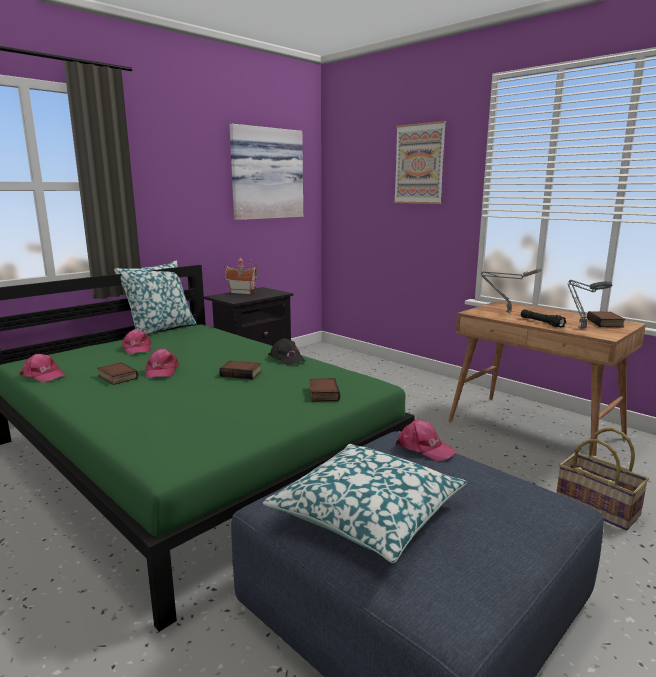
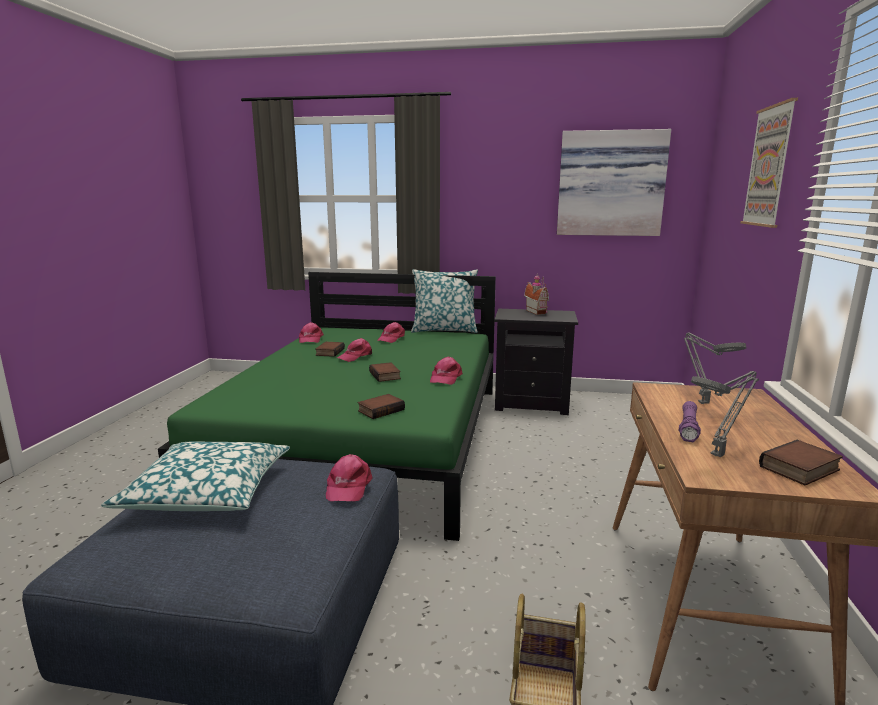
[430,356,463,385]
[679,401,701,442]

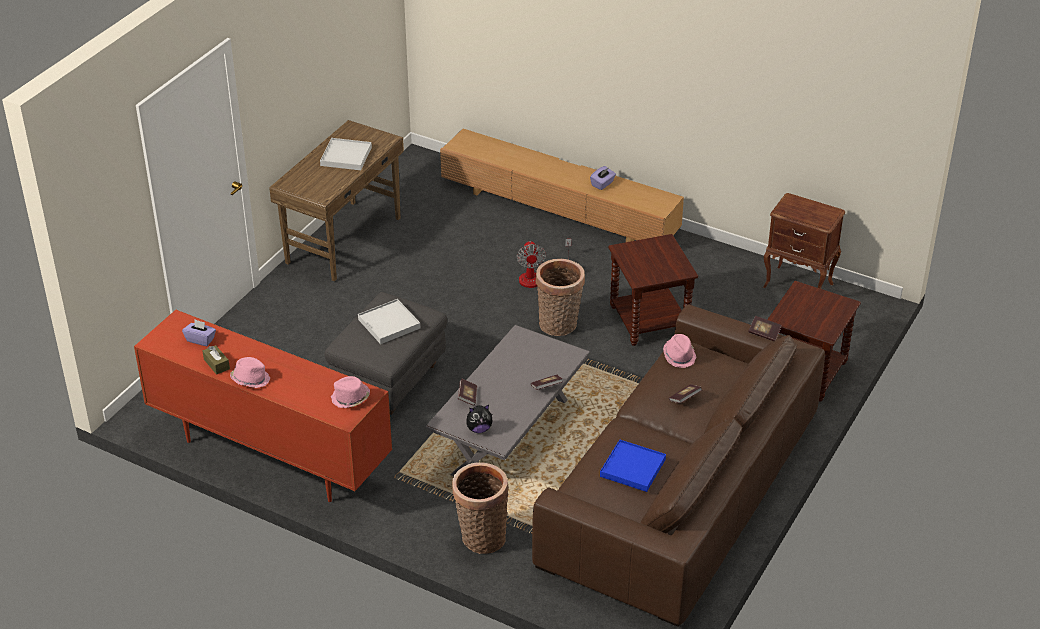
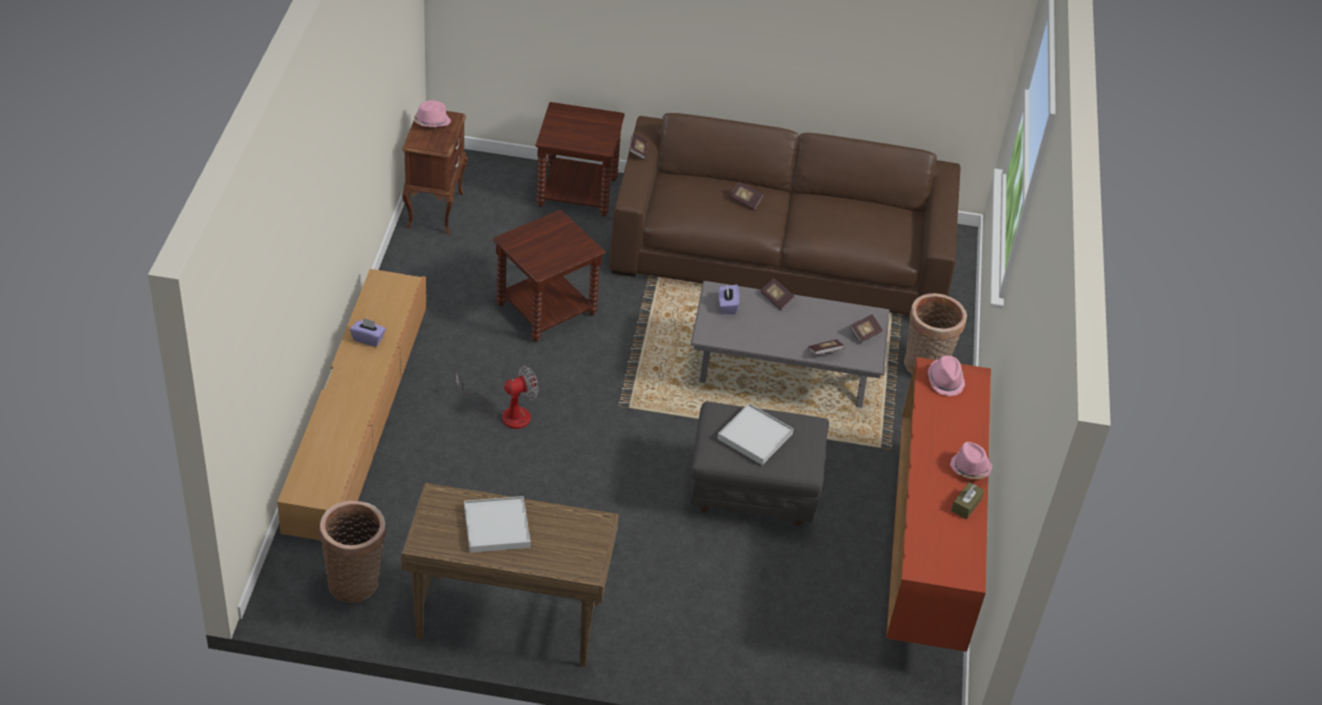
[719,285,739,314]
[850,314,882,343]
[319,501,386,603]
[600,440,666,492] (first image)
[414,100,451,128]

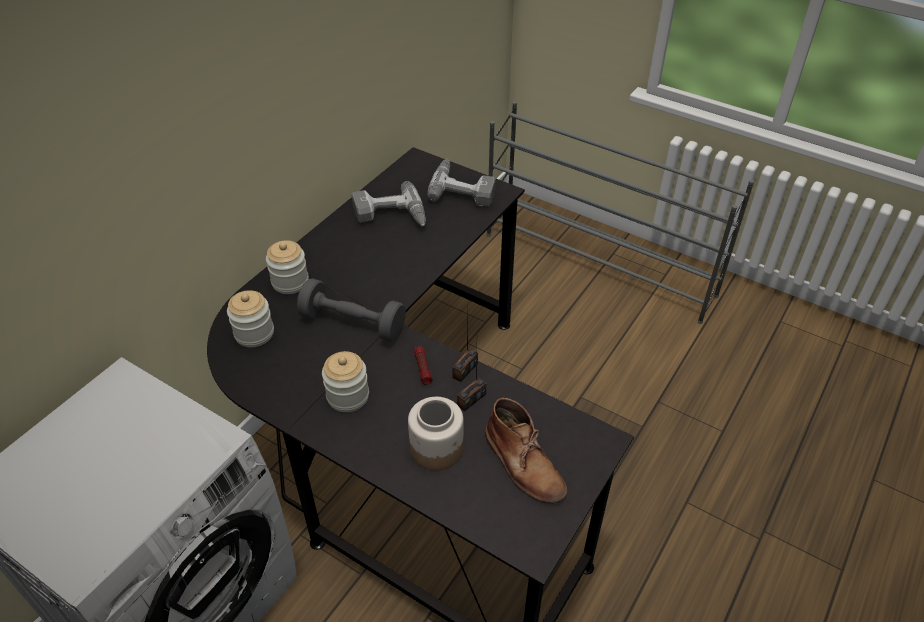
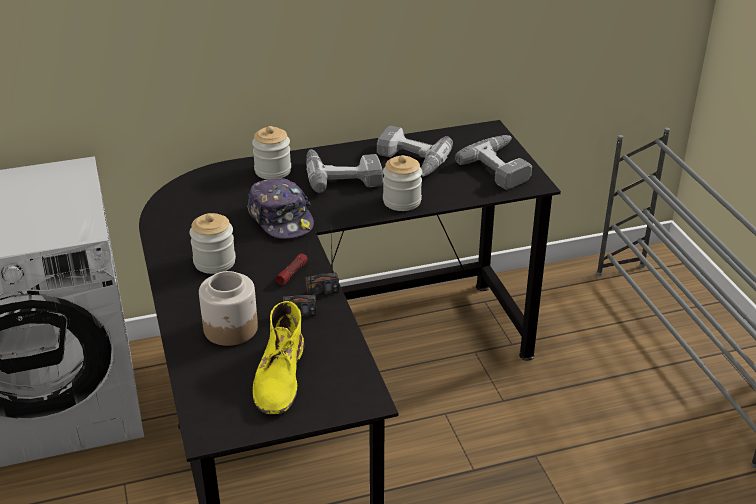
[383,155,422,211]
[247,178,314,239]
[253,301,305,415]
[306,149,383,193]

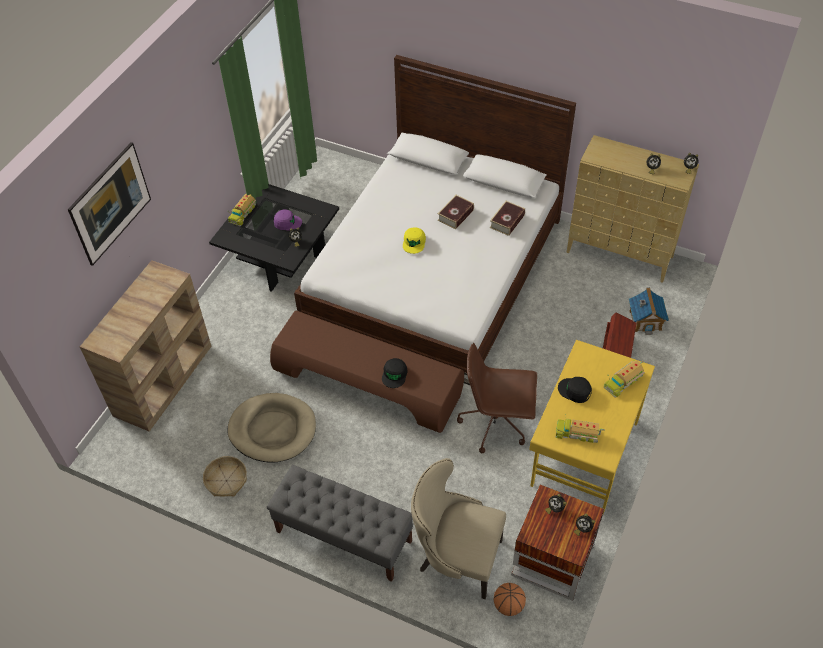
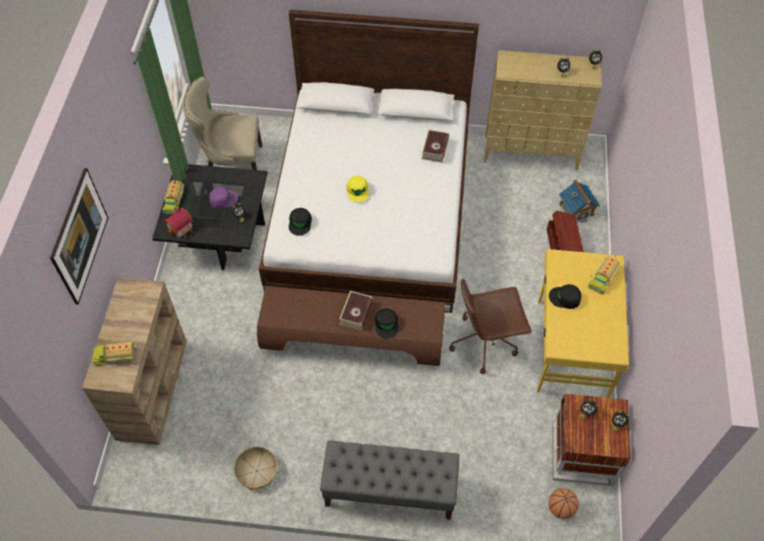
[227,393,316,463] (first image)
[183,77,262,170]
[339,291,373,331]
[93,342,138,366]
[163,207,194,238]
[289,208,312,236]

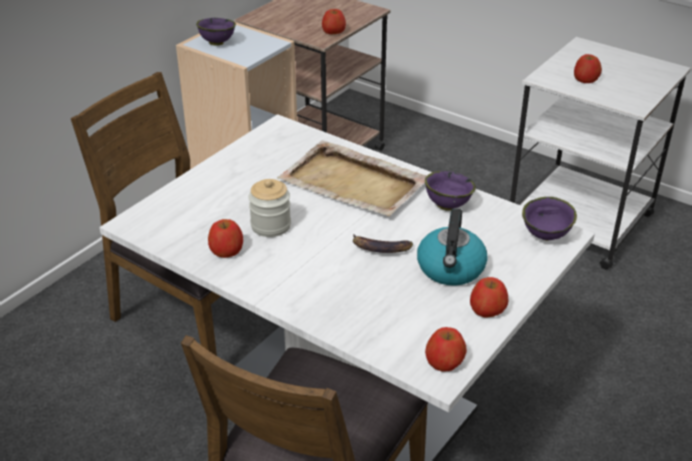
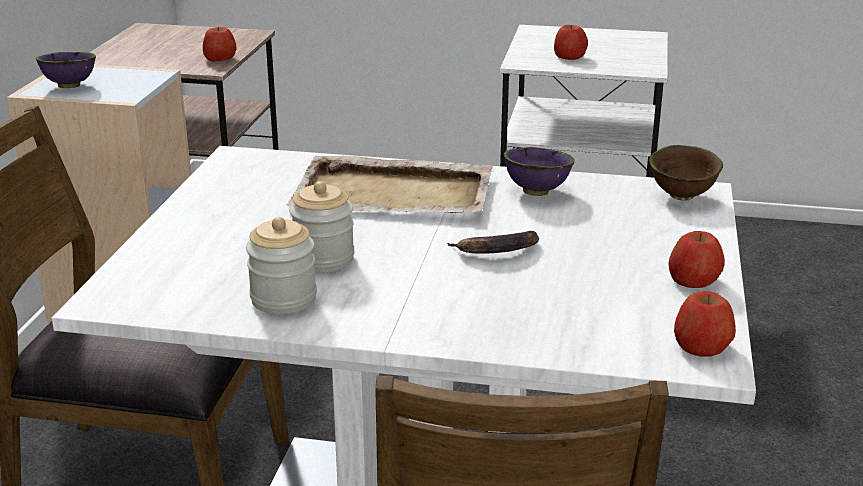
[246,217,317,314]
[417,208,488,286] (first image)
[649,145,723,201]

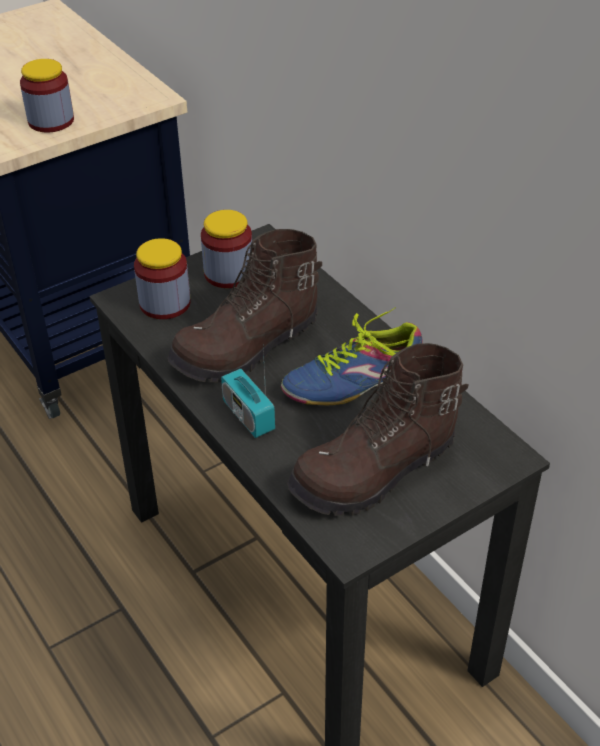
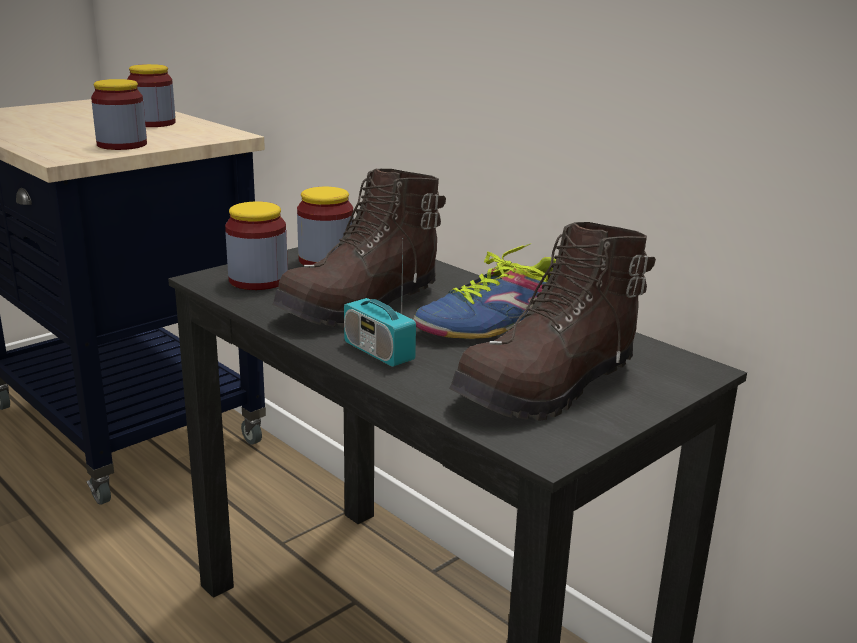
[127,64,176,127]

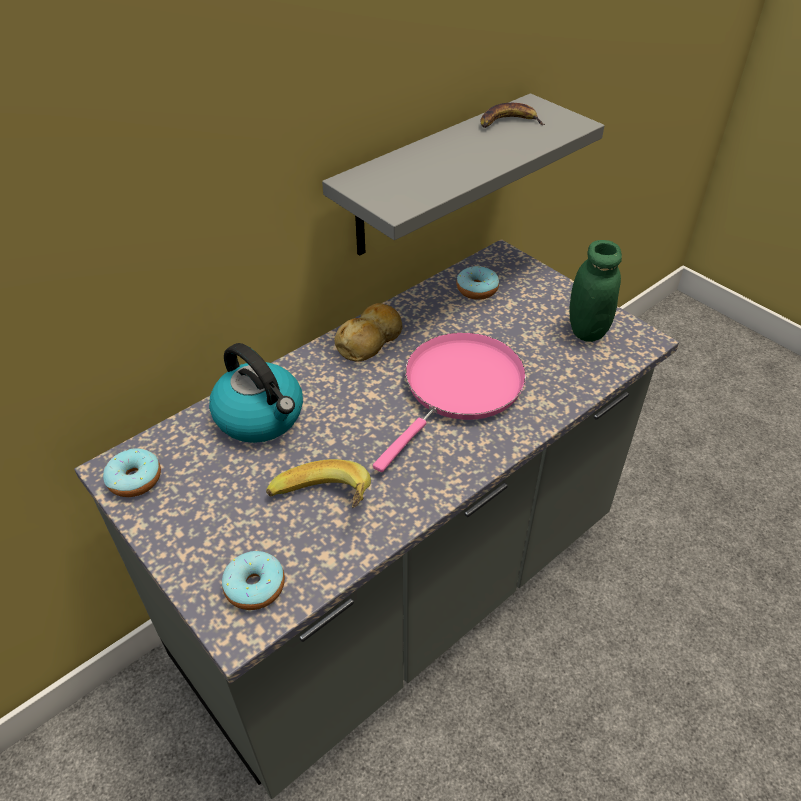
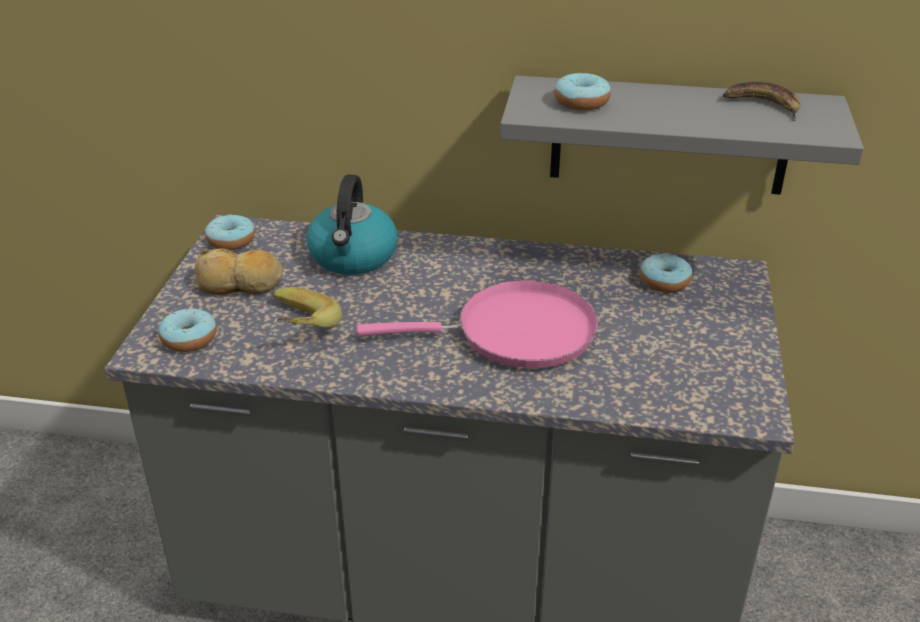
[195,248,283,295]
[569,240,622,342] (first image)
[554,73,611,111]

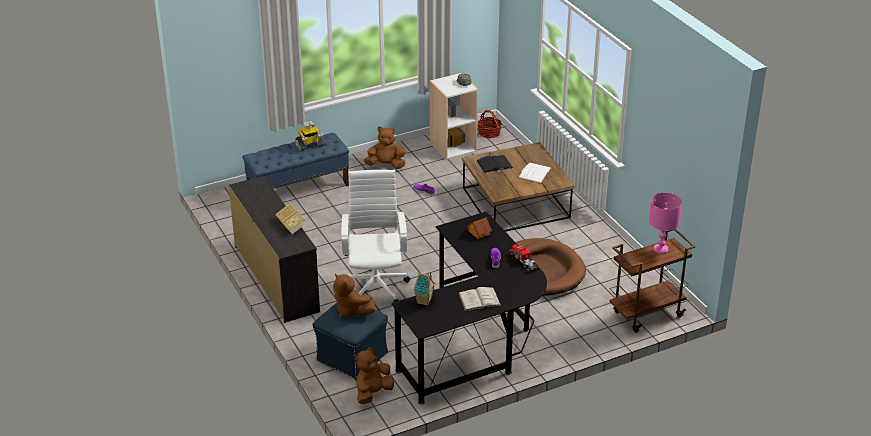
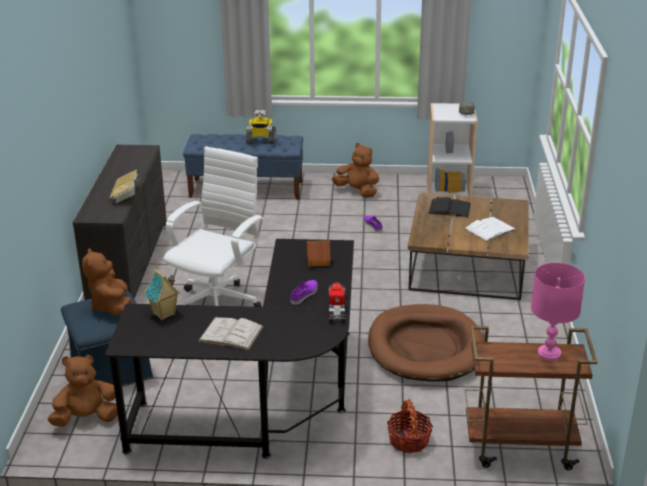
[387,399,433,453]

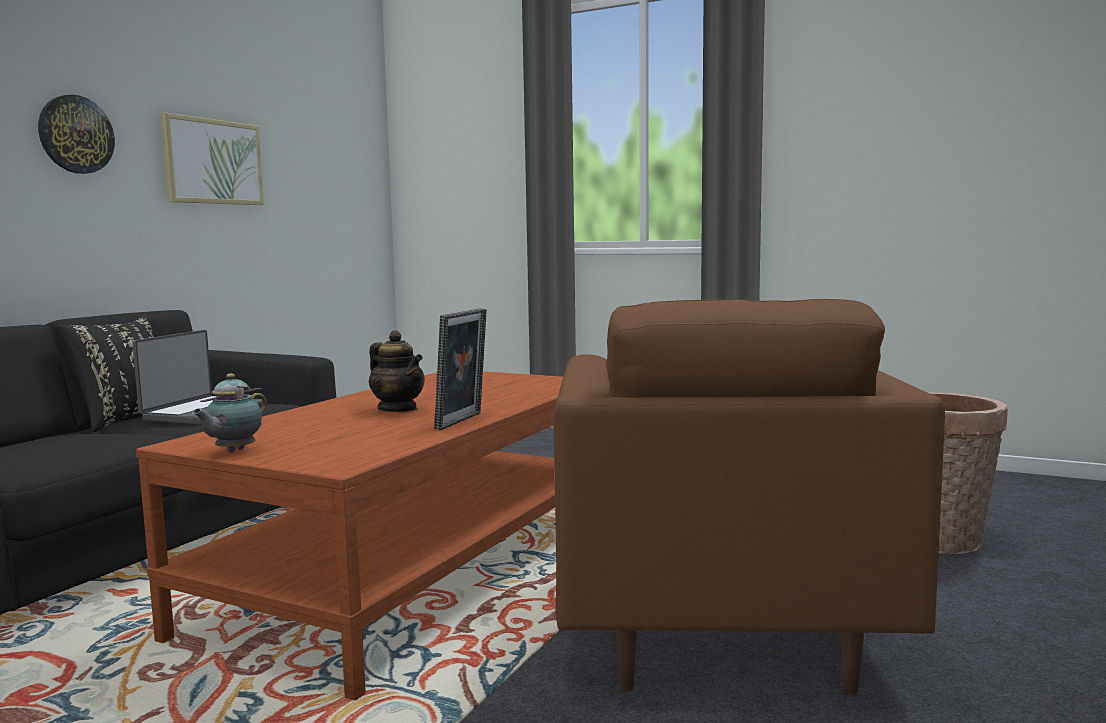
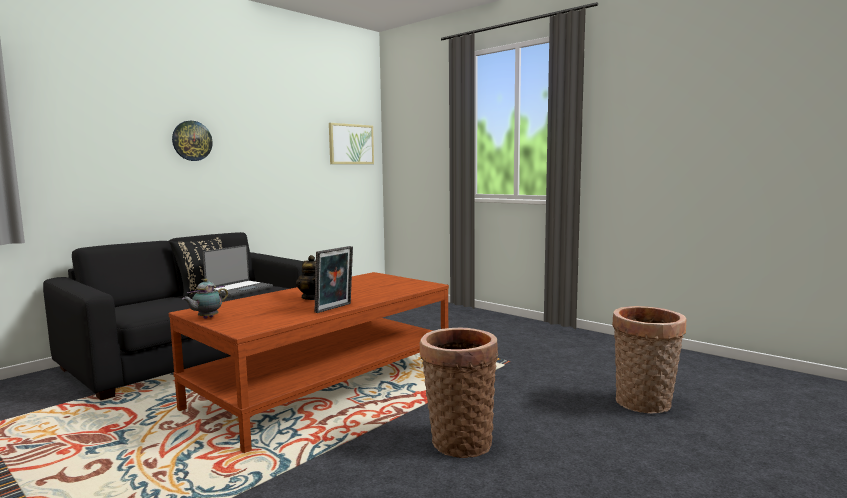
[329,123,374,164]
[420,328,498,458]

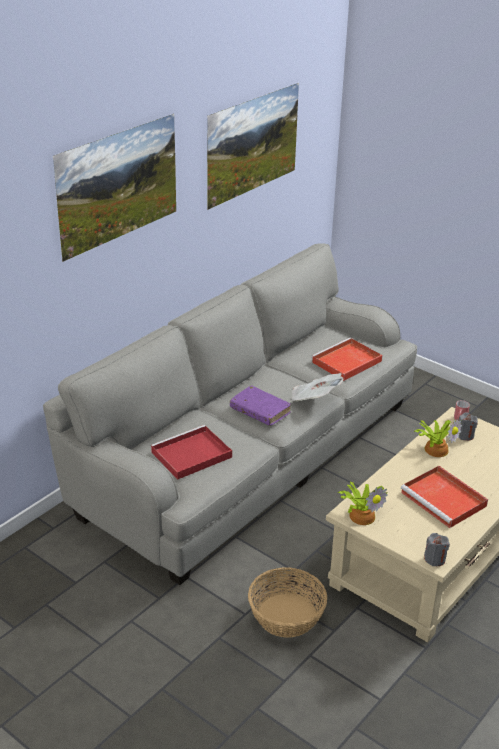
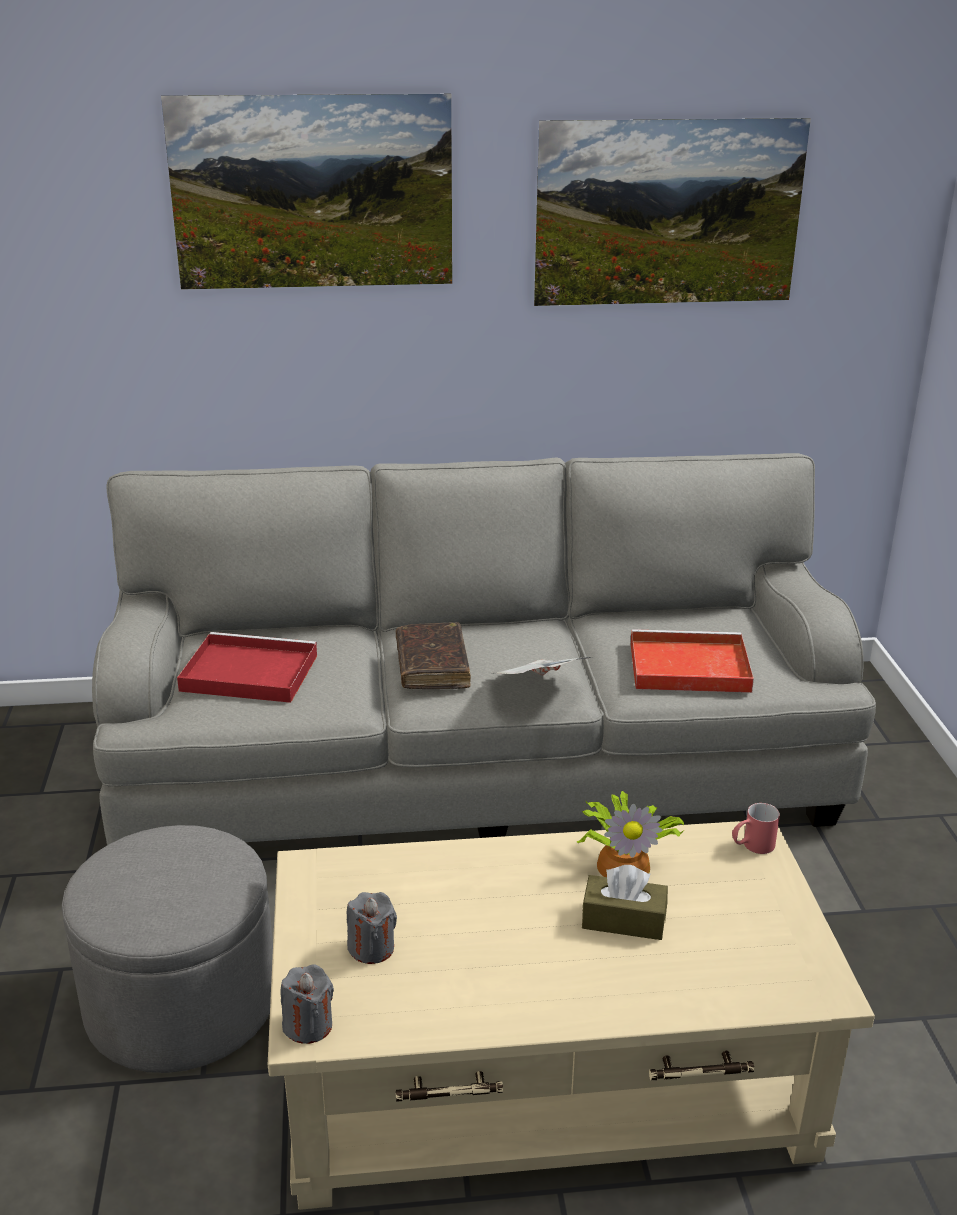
[396,622,471,689]
[62,825,273,1073]
[338,482,388,525] (first image)
[401,466,488,528] (first image)
[347,892,397,964]
[582,865,668,940]

